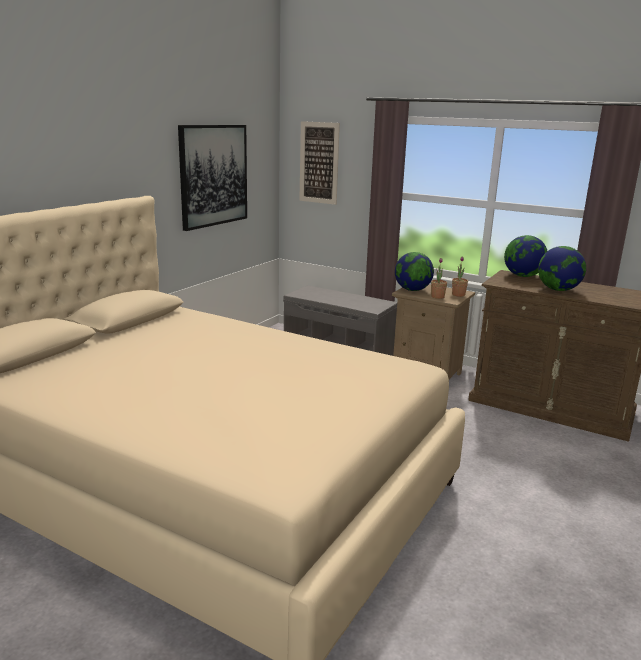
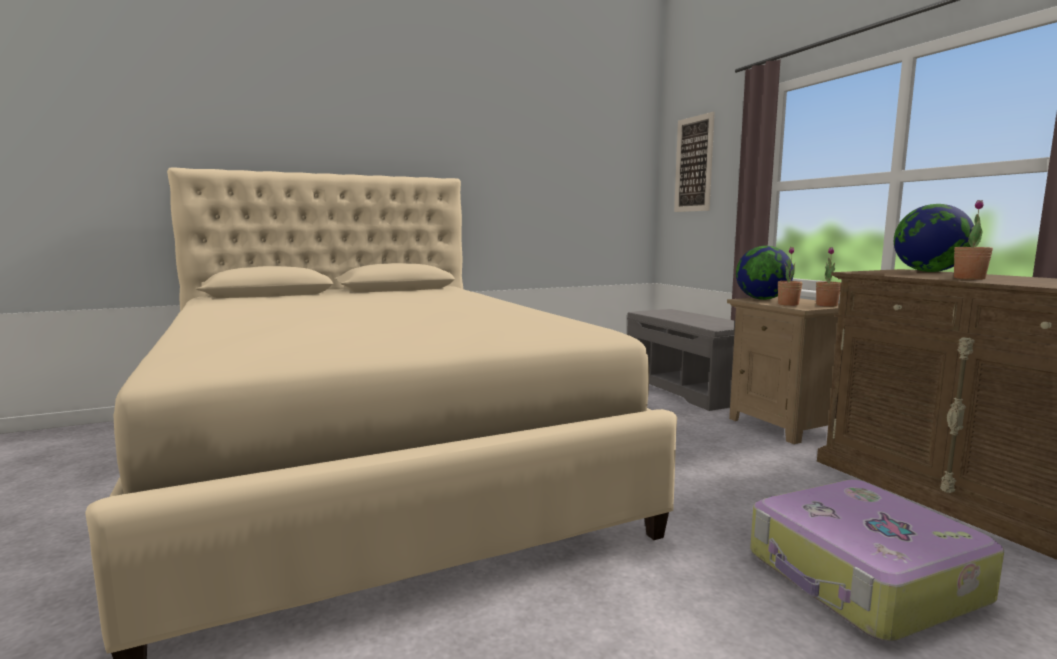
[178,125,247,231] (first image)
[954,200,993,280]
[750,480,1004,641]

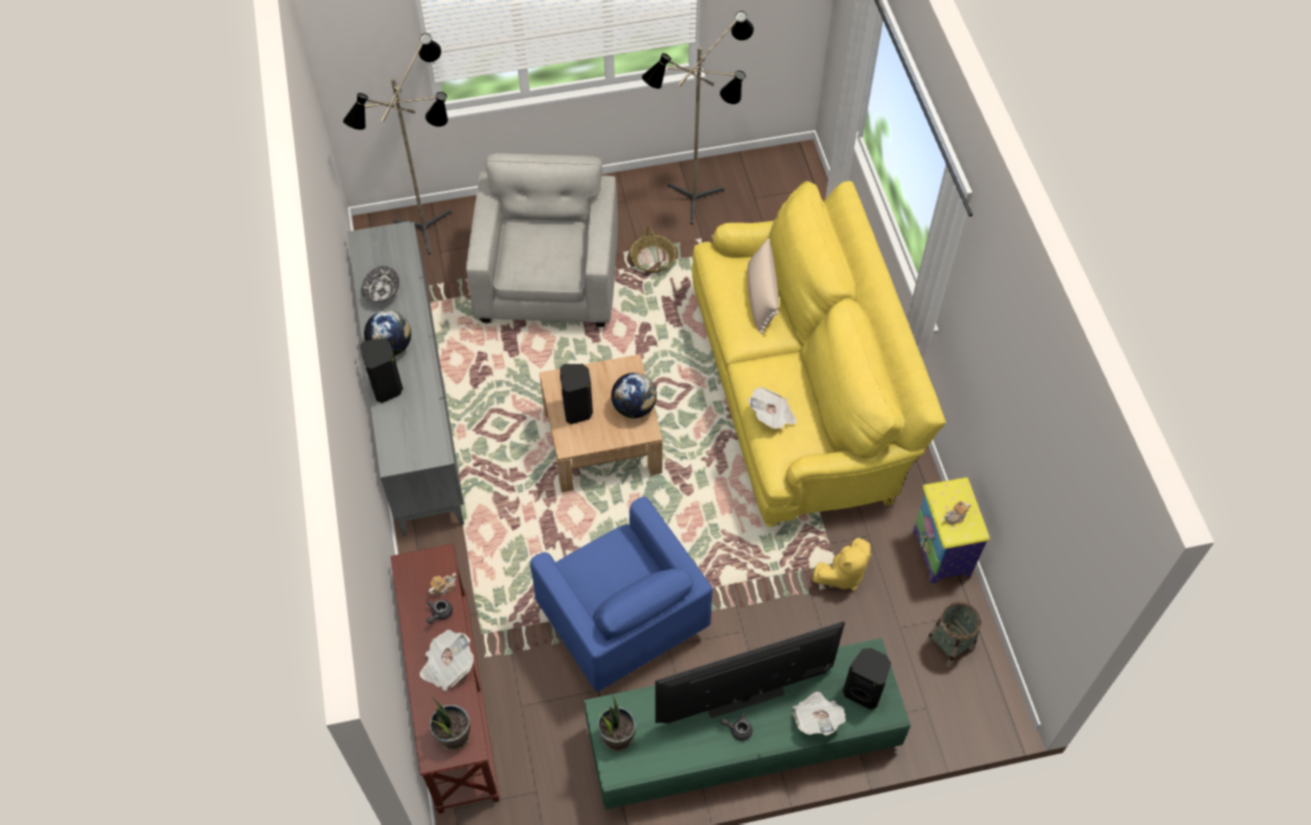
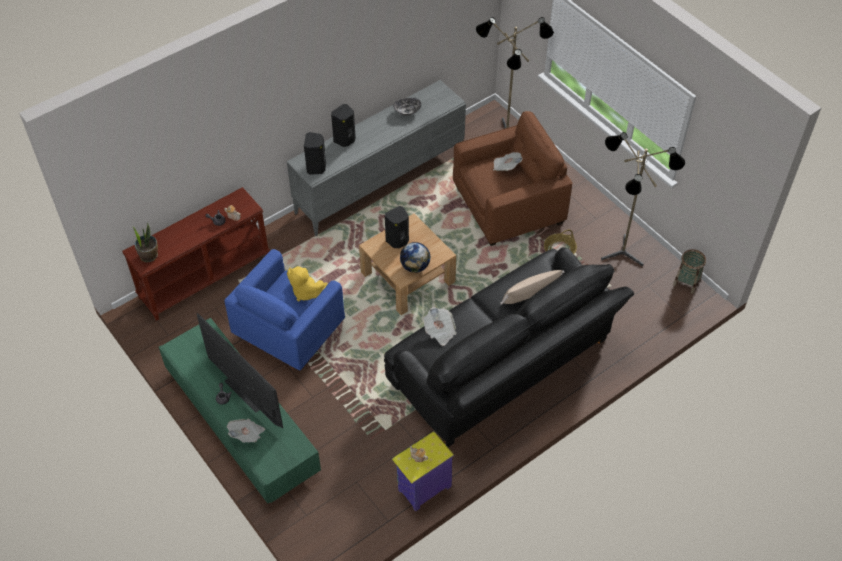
[364,310,411,356] (first image)
[493,152,523,171]
[453,111,573,246]
[598,696,636,751] (first image)
[384,247,634,447]
[287,266,328,301]
[304,132,326,175]
[673,249,706,294]

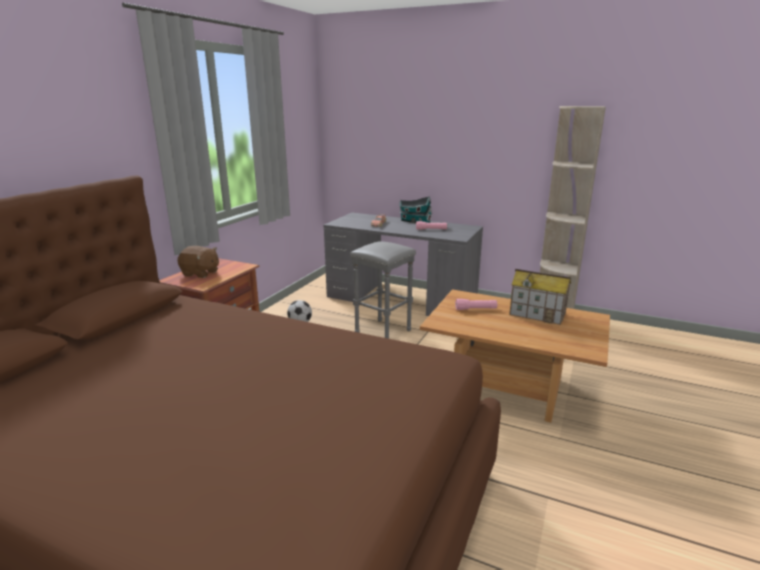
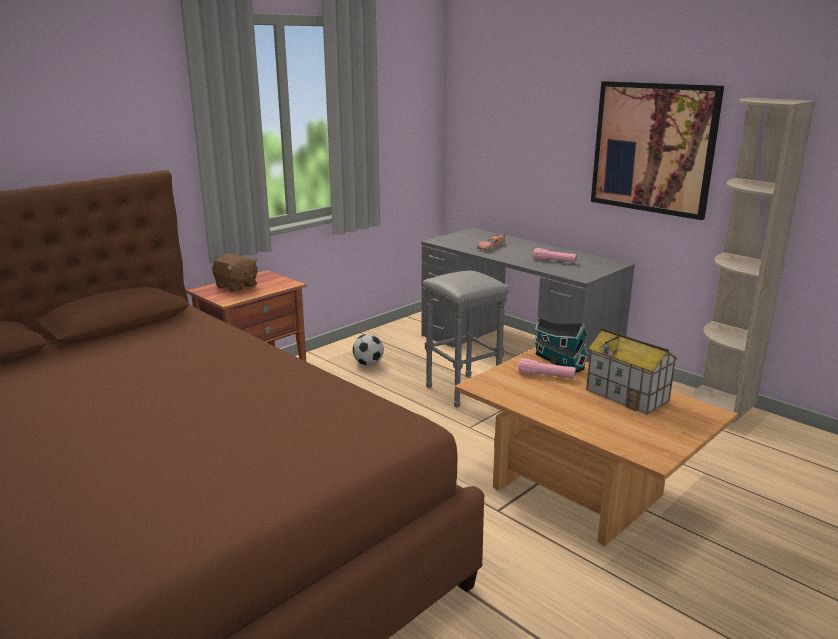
[534,317,589,373]
[591,81,724,220]

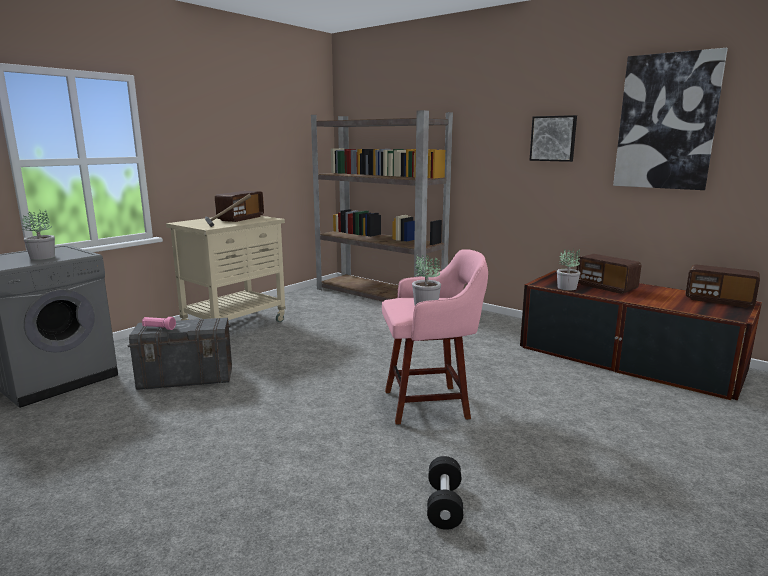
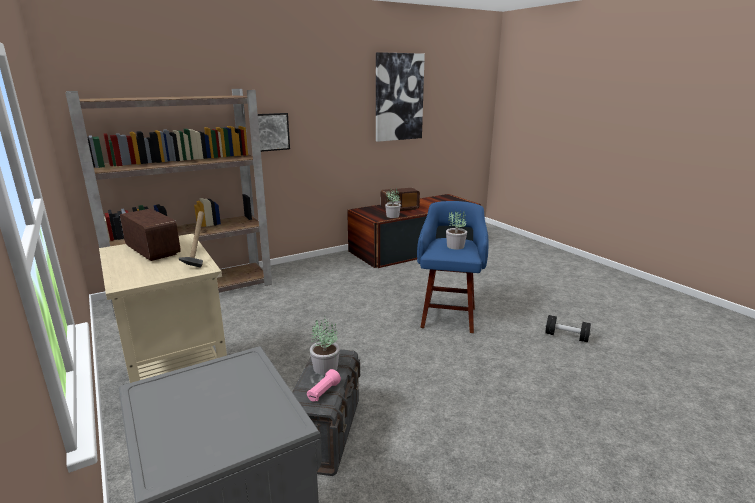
[310,317,340,375]
[417,201,489,333]
[258,113,290,152]
[685,264,760,308] (first image)

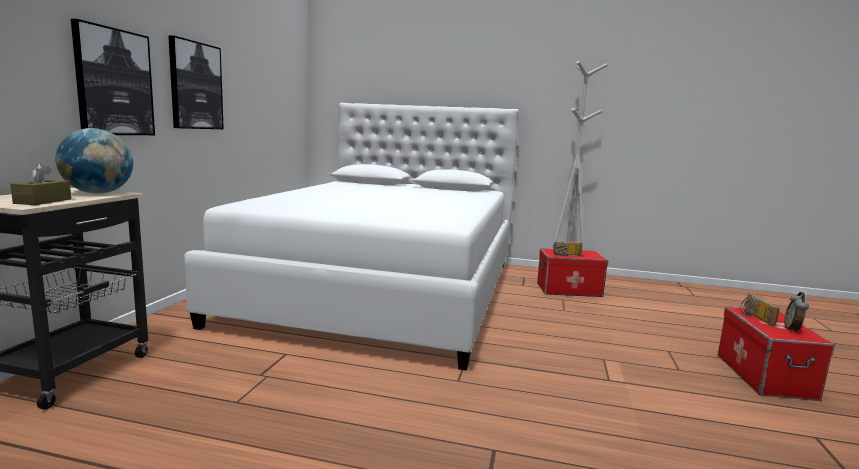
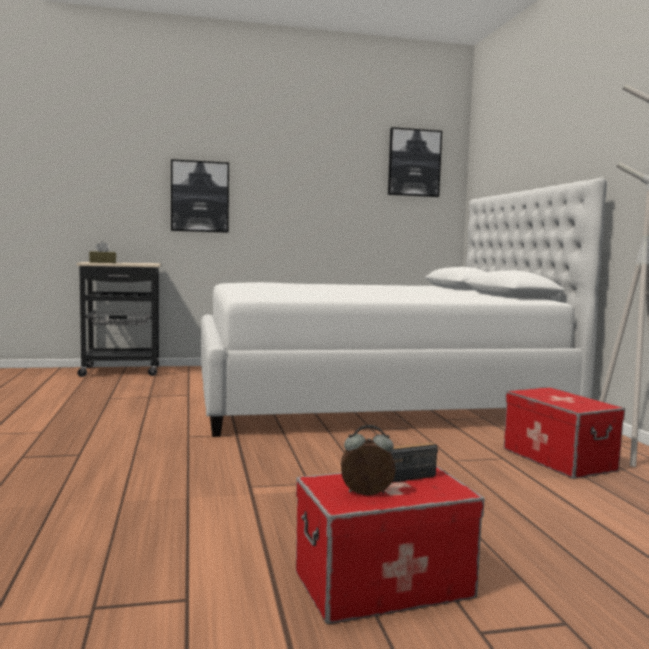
[55,128,133,194] (first image)
[388,127,442,197]
[553,242,583,256] (first image)

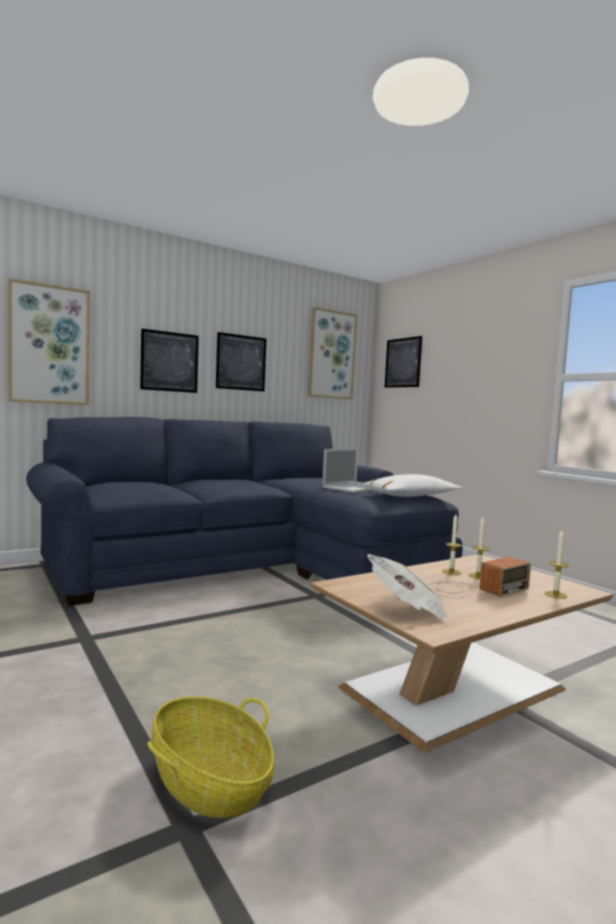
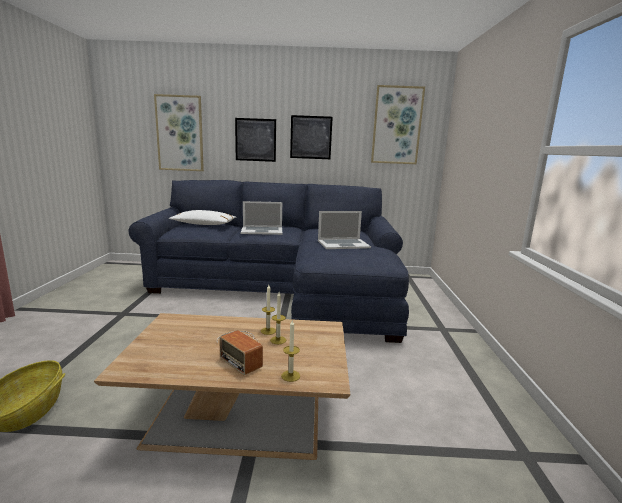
[169,210,236,225]
[367,554,449,620] (first image)
[384,336,422,388] (first image)
[217,330,263,375]
[241,201,282,235]

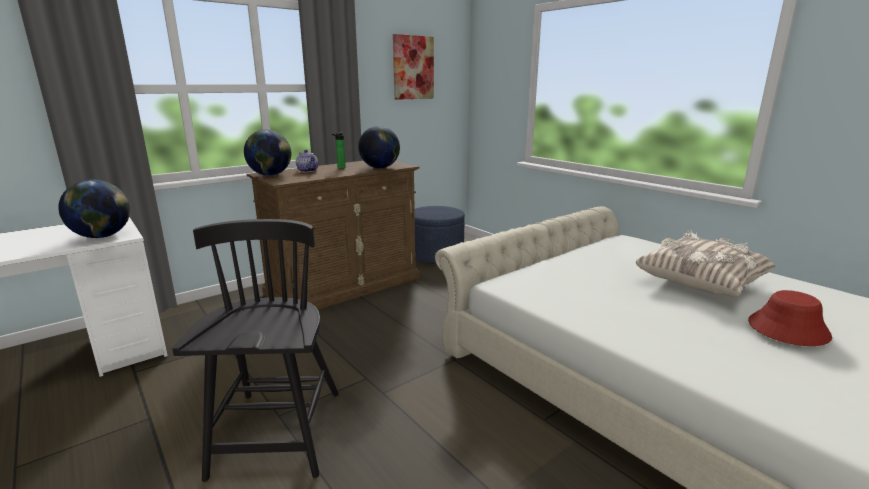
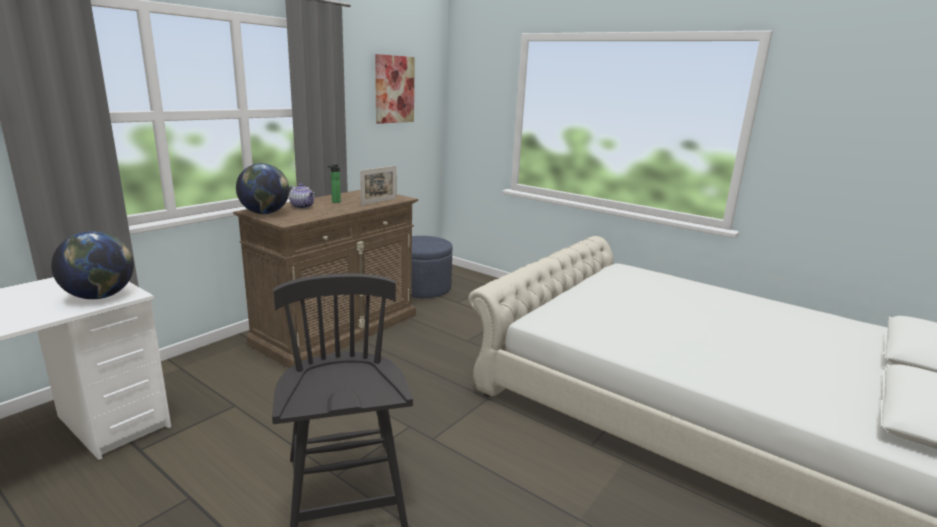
[360,166,396,206]
[636,231,775,297] (first image)
[748,290,832,346] (first image)

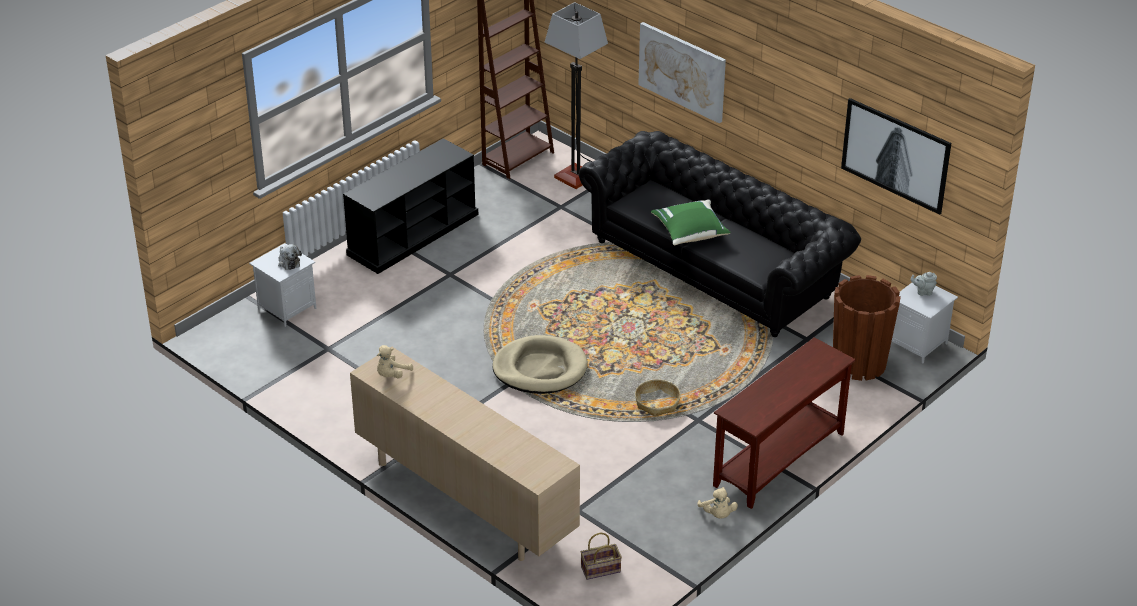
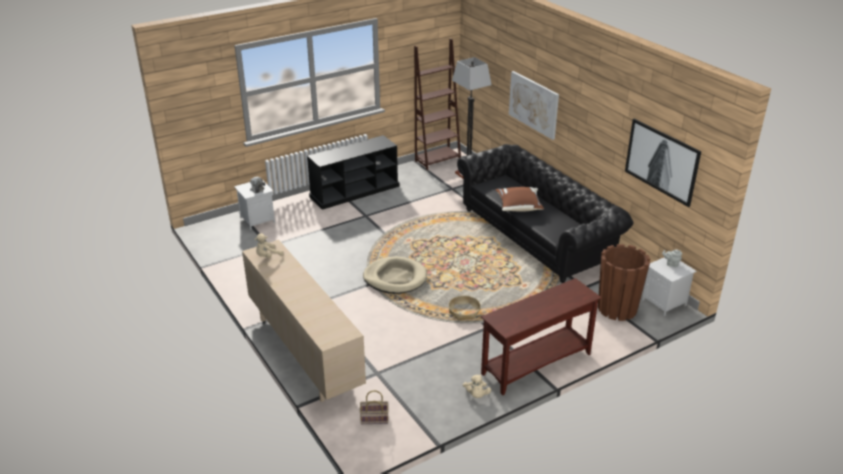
[496,187,544,212]

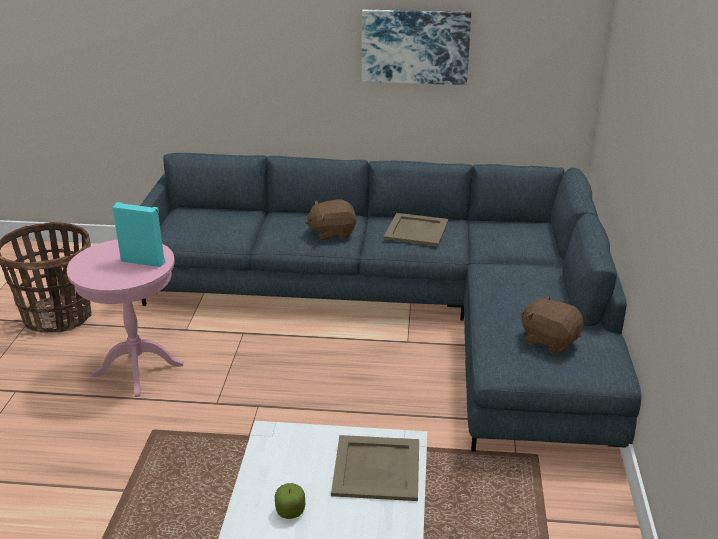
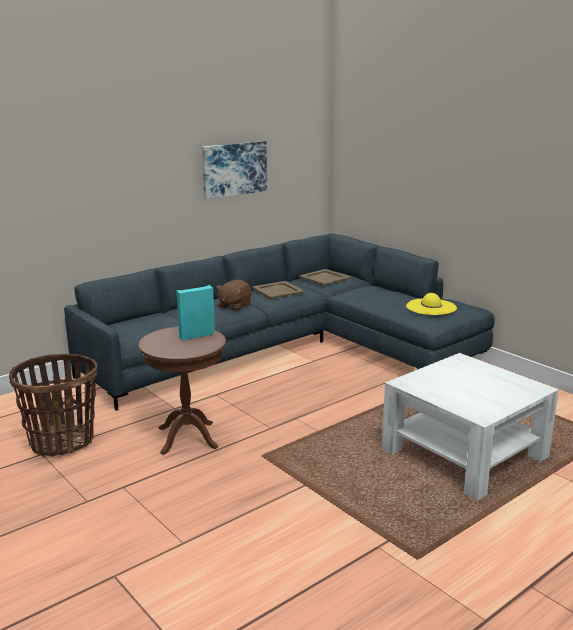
[139,327,226,455]
[275,483,305,519] (first image)
[299,269,351,286]
[406,293,457,315]

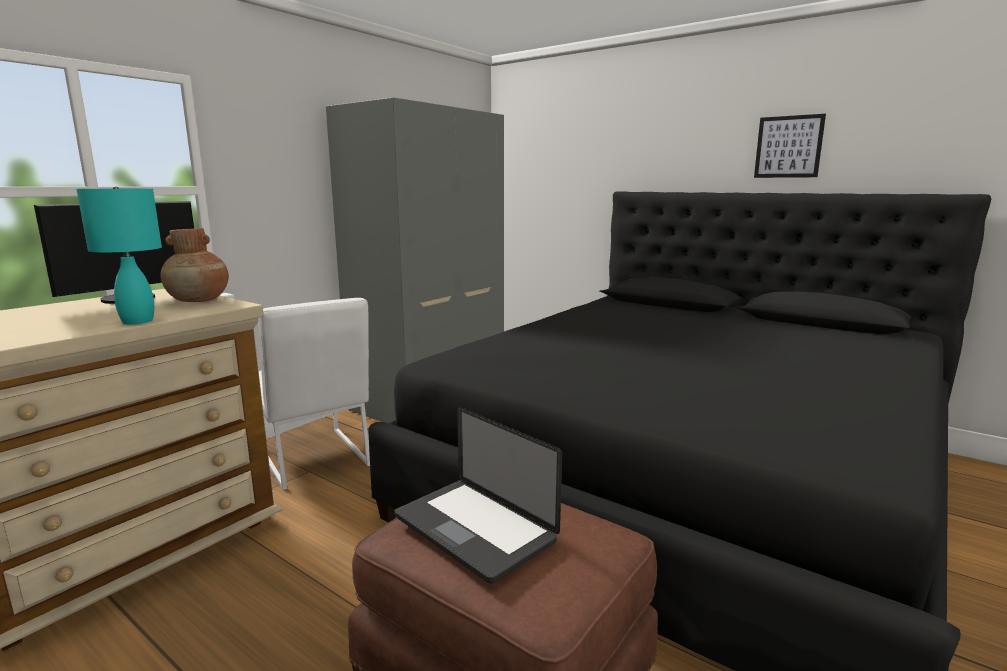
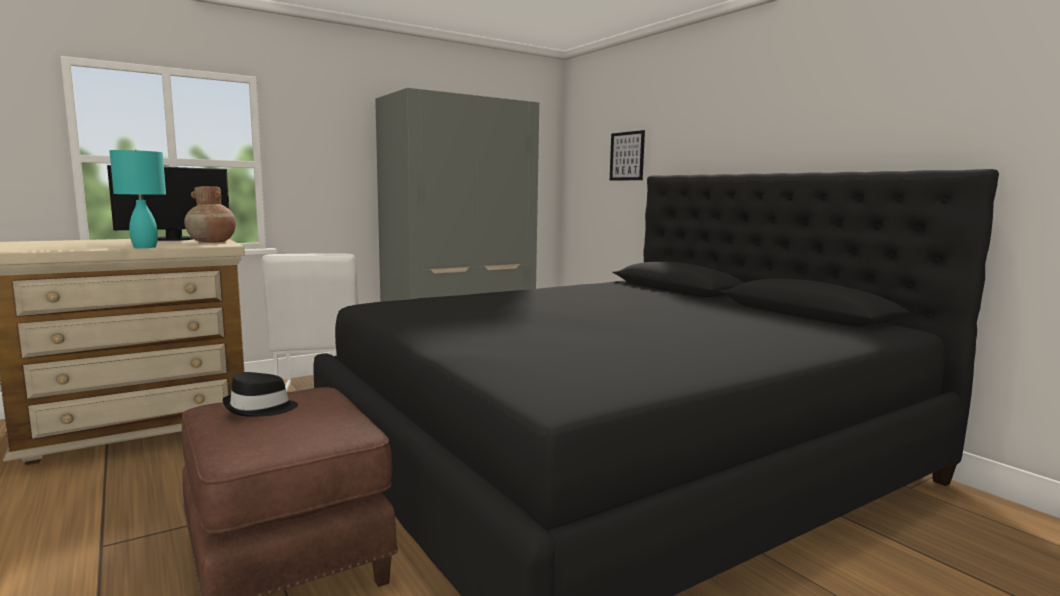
[223,372,298,416]
[610,130,645,181]

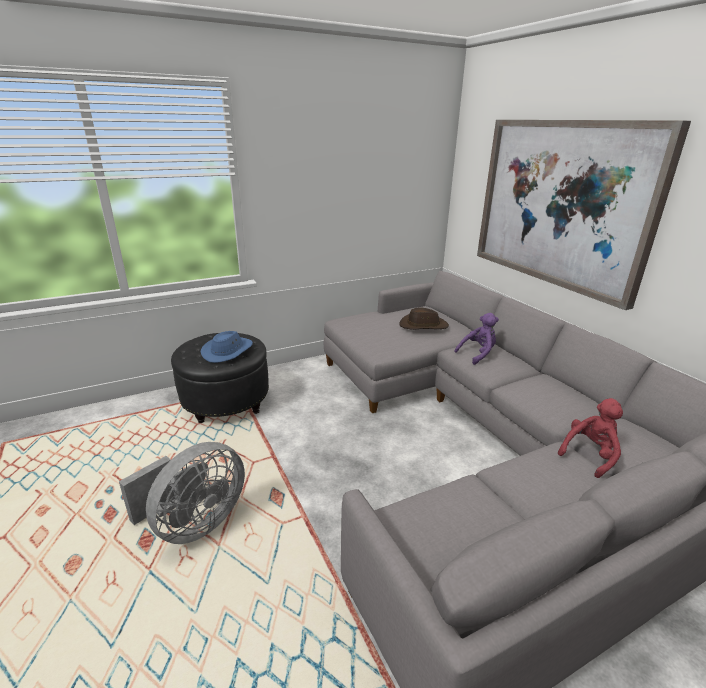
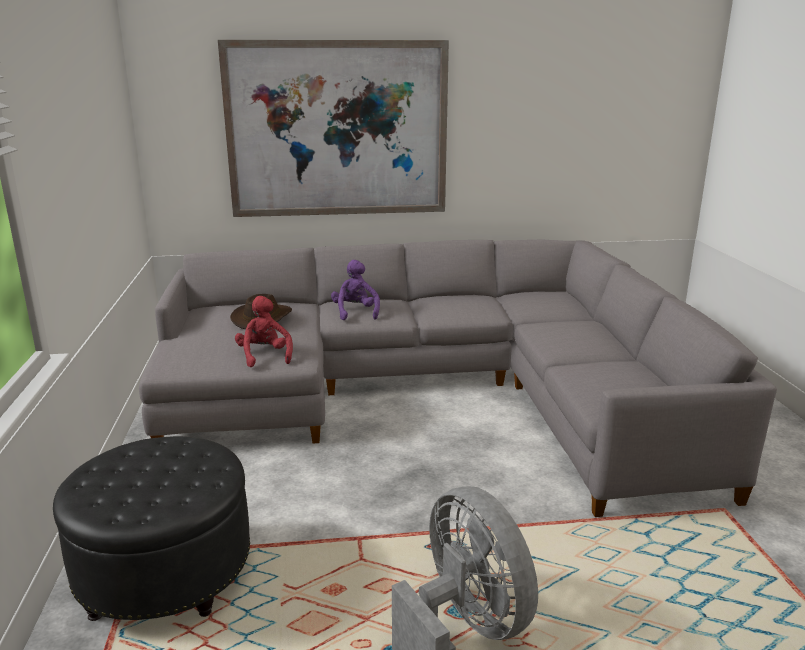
[201,331,253,363] (first image)
[235,296,293,367]

